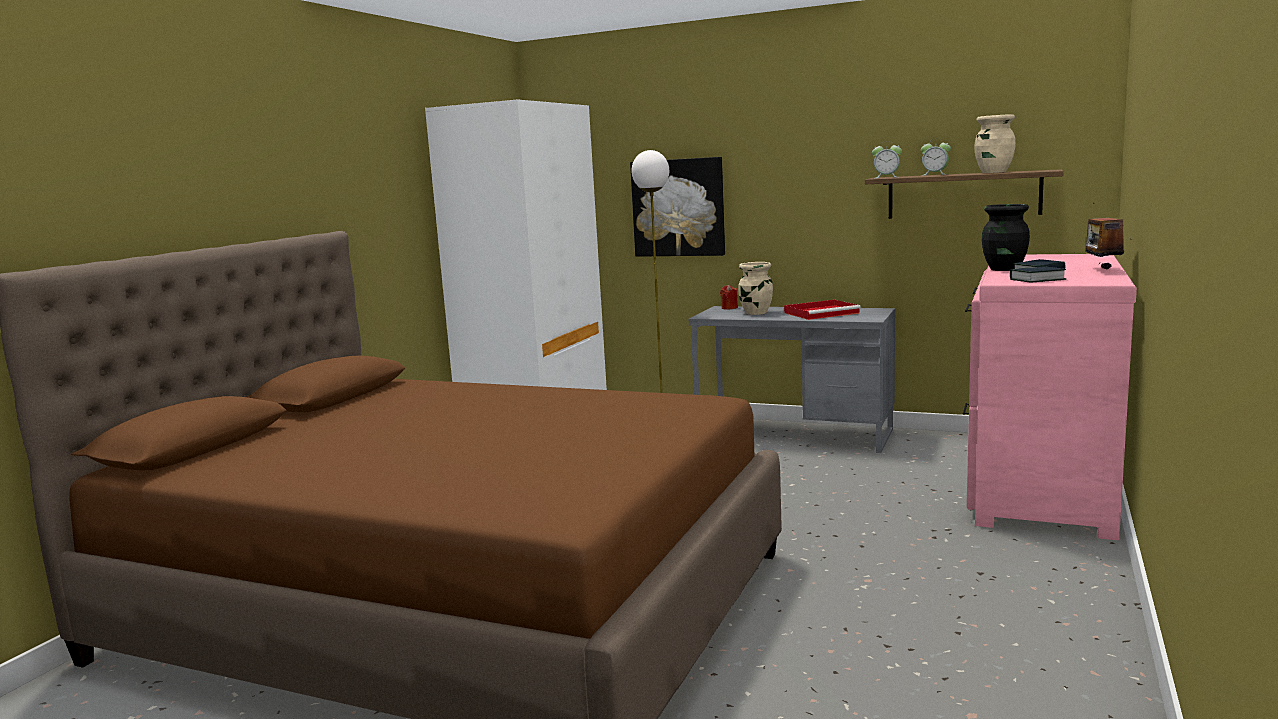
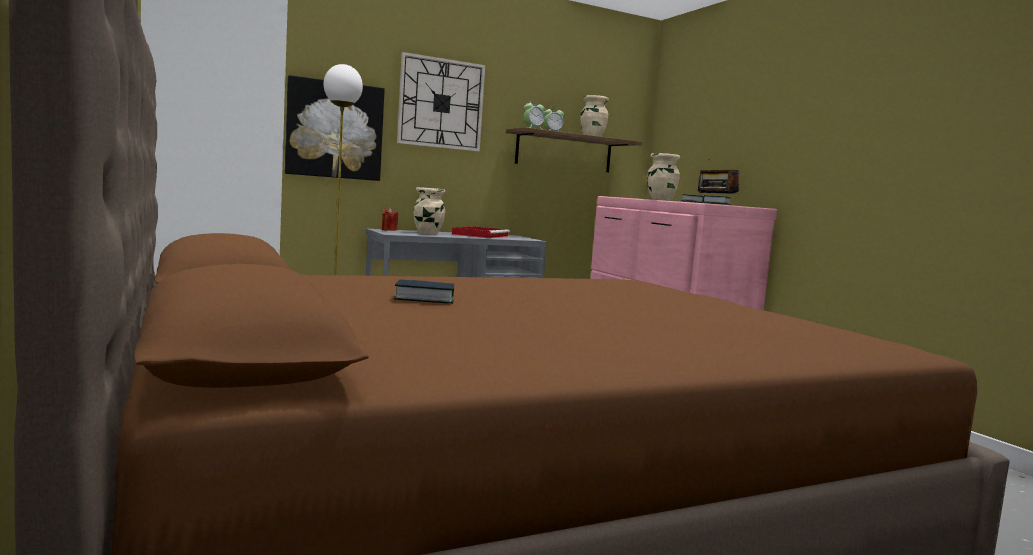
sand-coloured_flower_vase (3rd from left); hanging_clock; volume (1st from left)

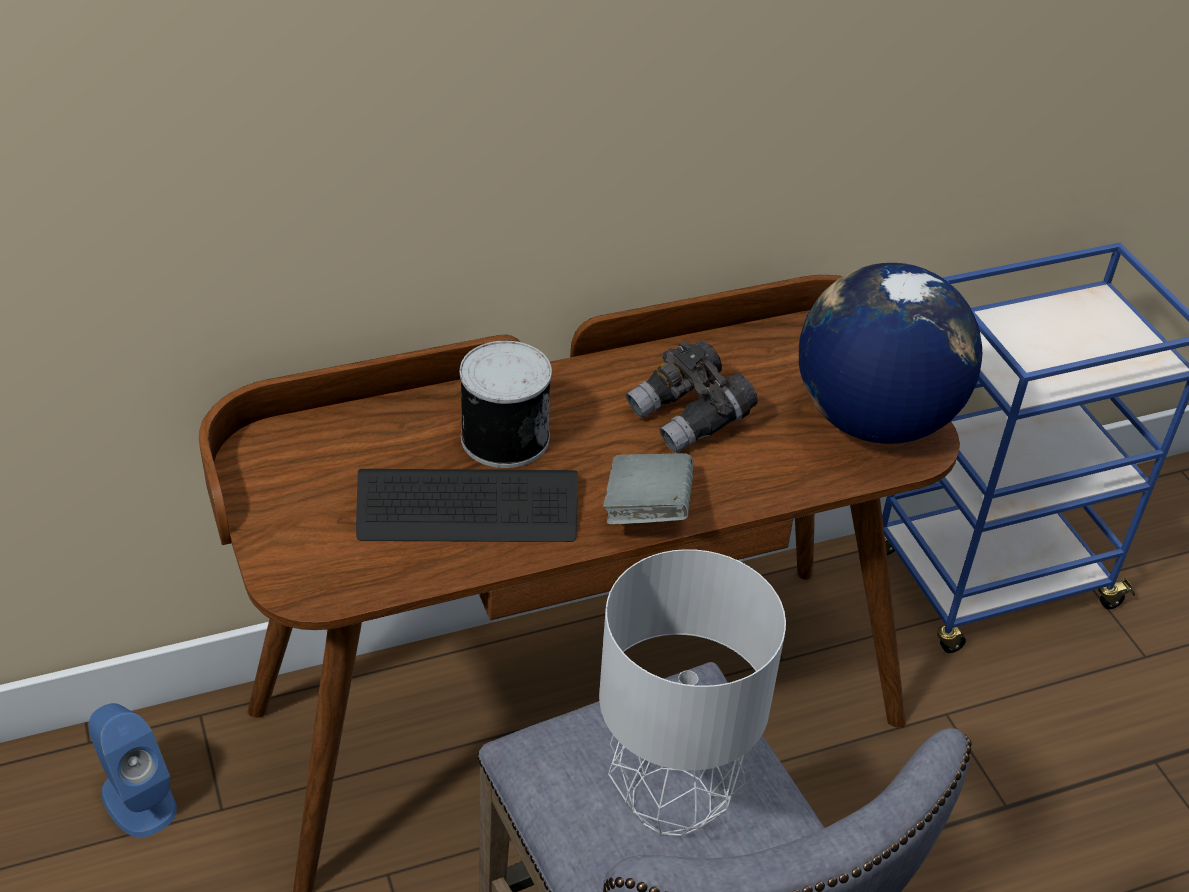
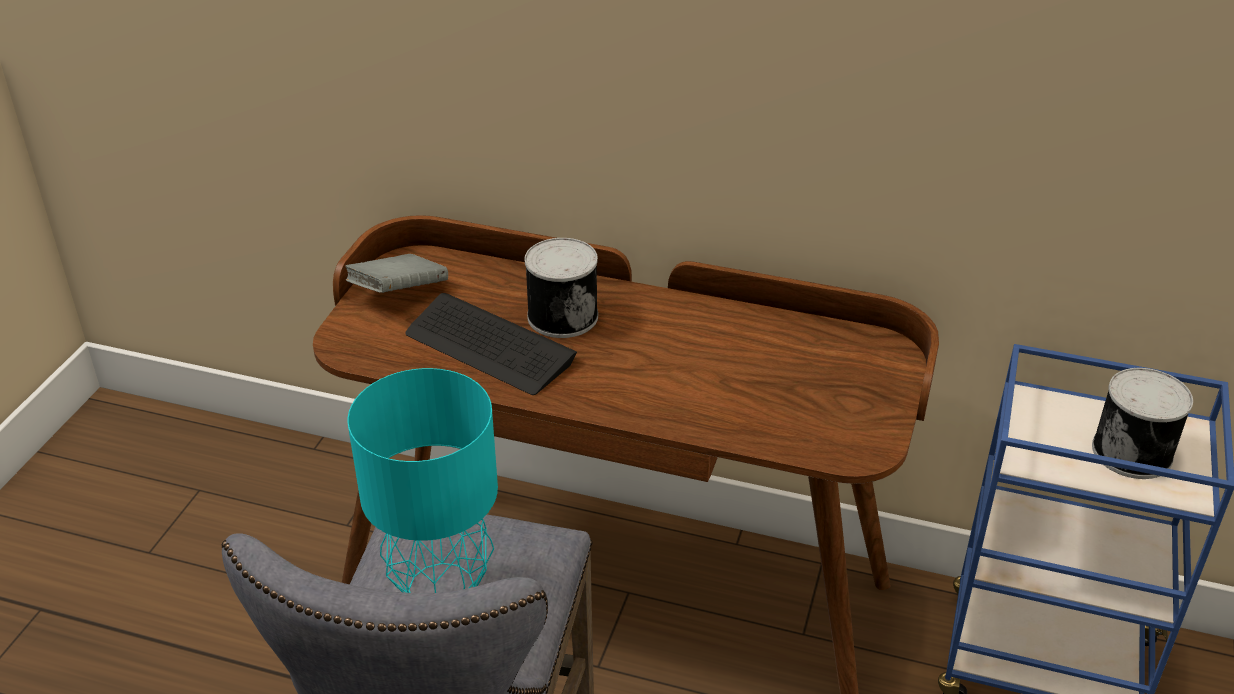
world_globe; grey_binoculars; grey_volume; turquoise_lamp_for_a_table; blue_audio_speaker; sealed_can (2nd from left)

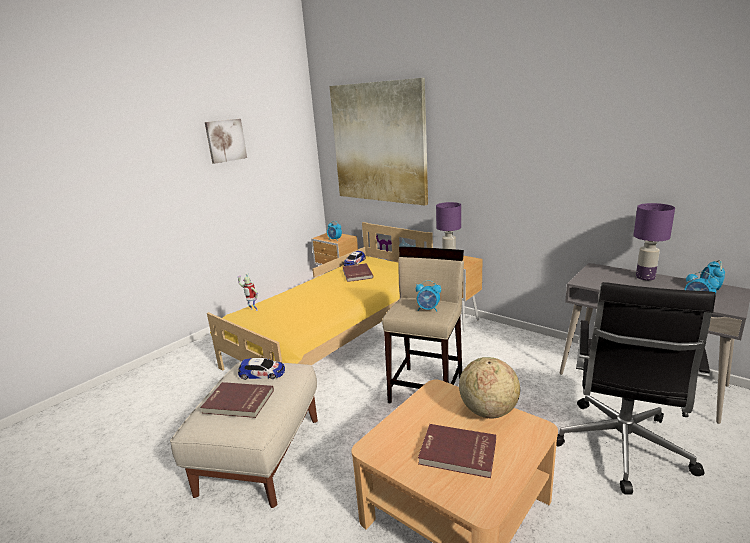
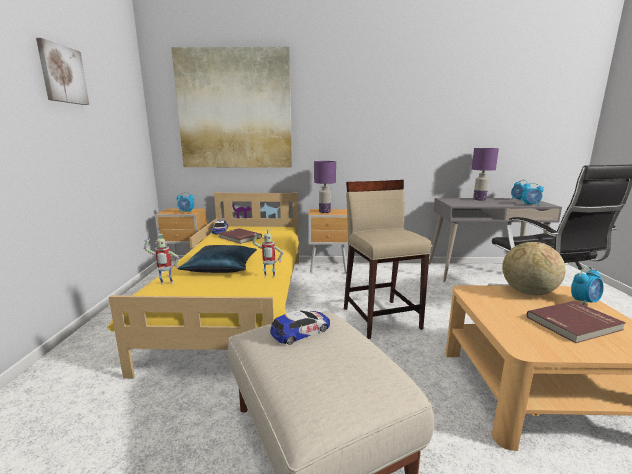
bedside_clock (4th from left); red-coloured_volume (1st from left in the first image); toy_robot (2nd from left); blue_cushion

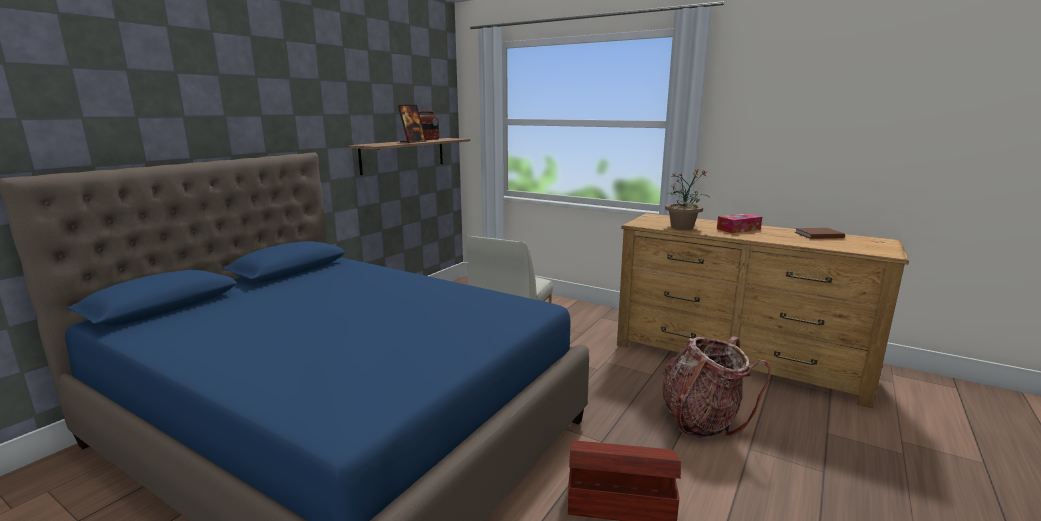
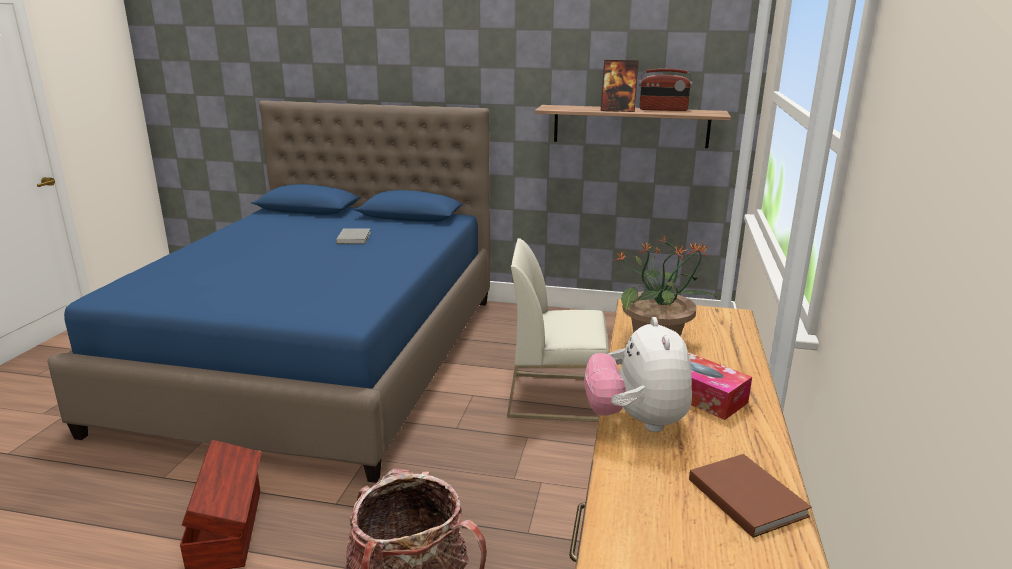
grey_volume; cuddly_toy

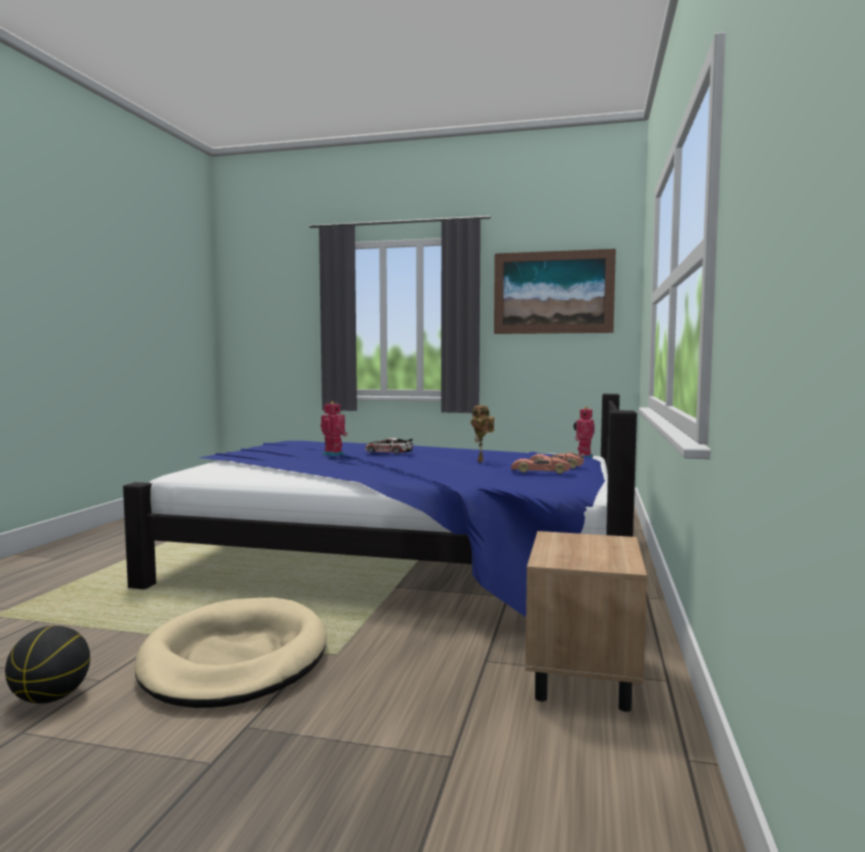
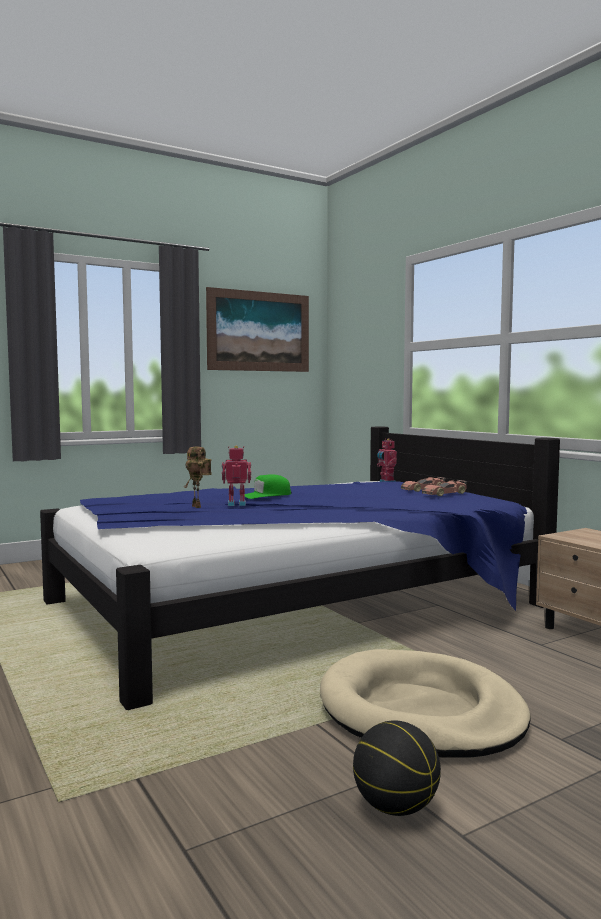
toy_robot (1st from left); green_peaked_cap

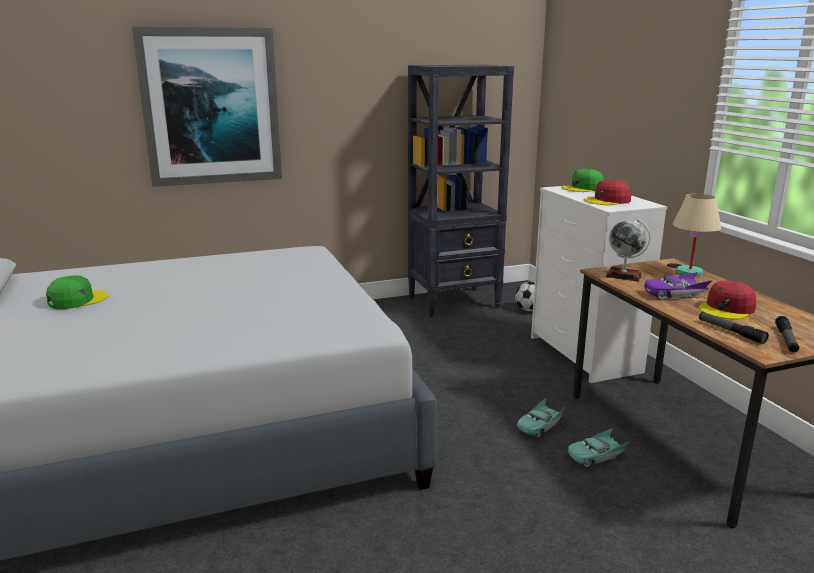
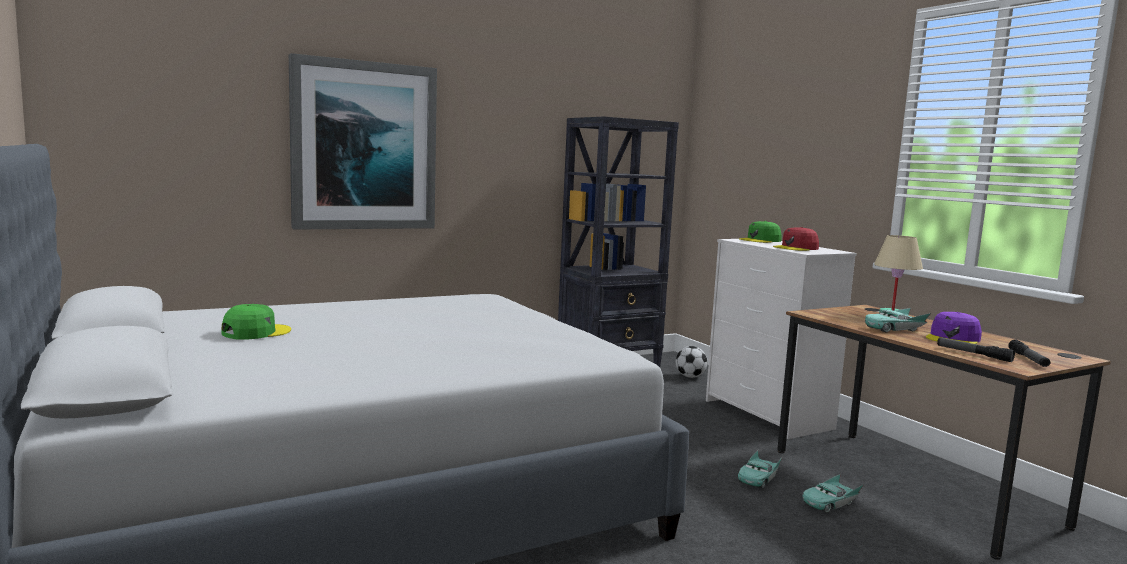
world_globe; turquoise_miniature_car (3rd from left); purple_peaked_cap

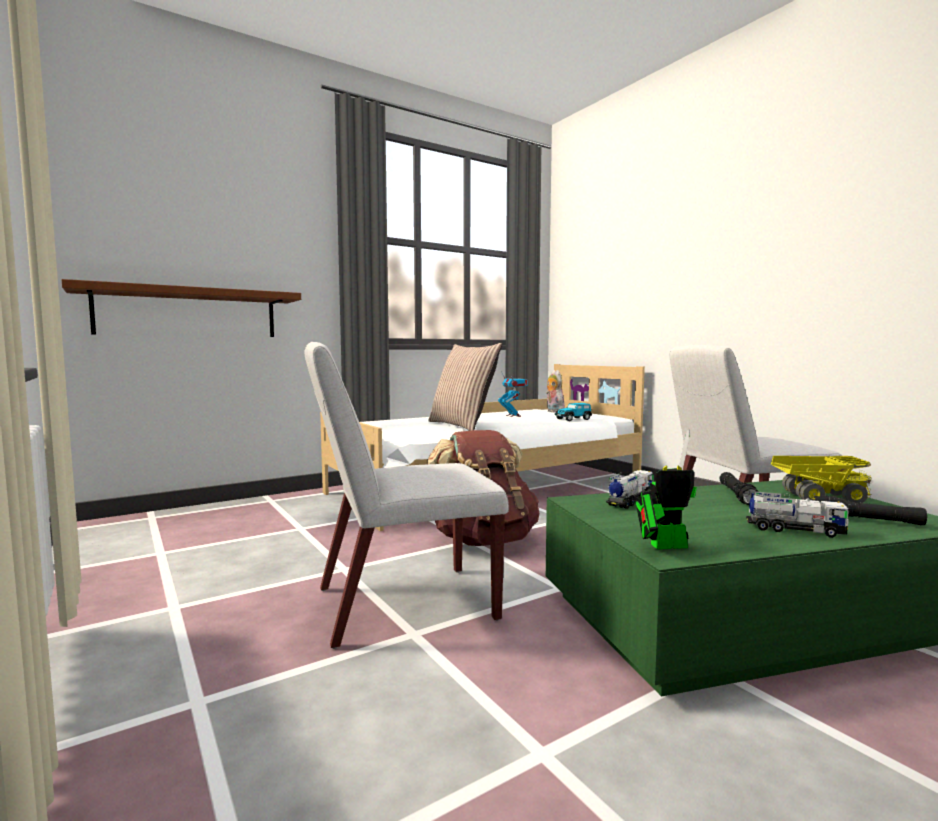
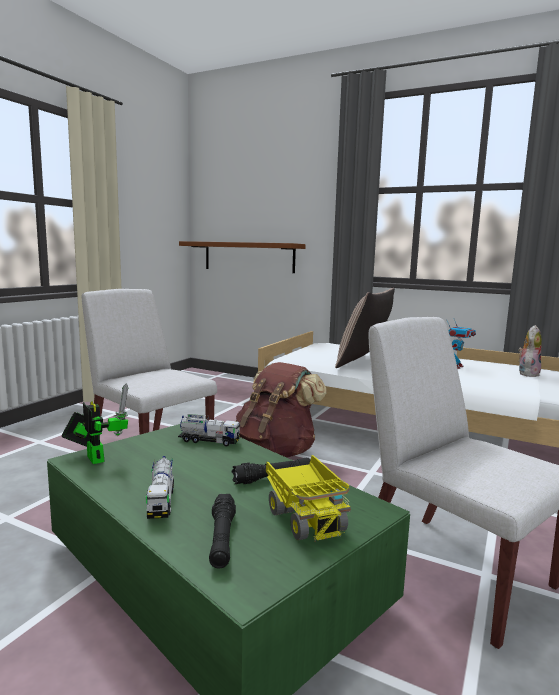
miniature_car

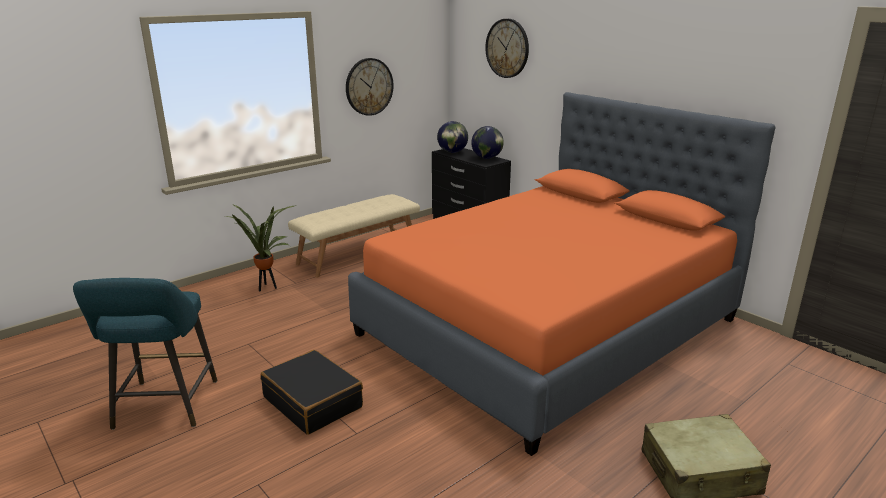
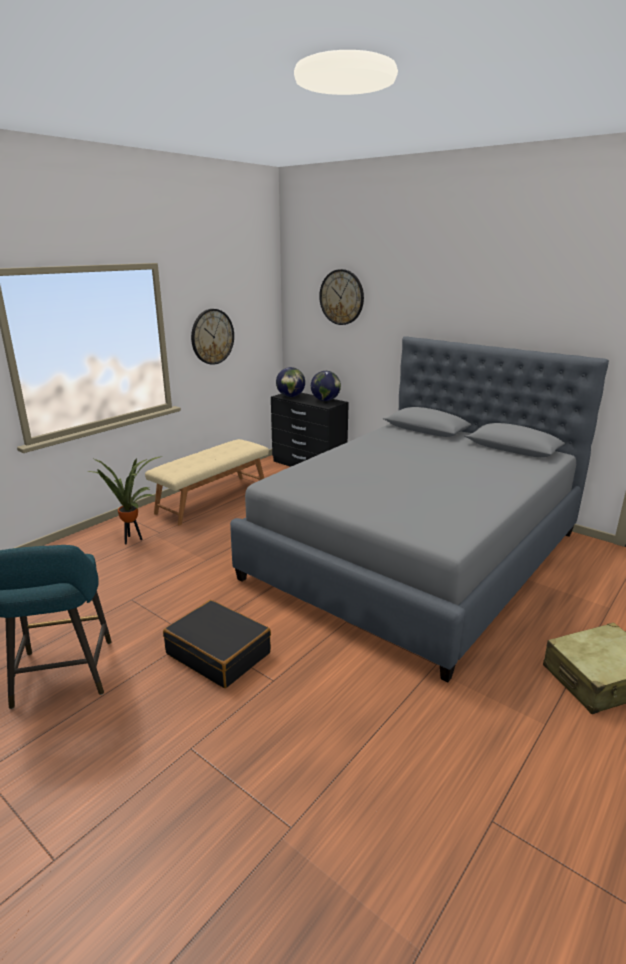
grey_bed

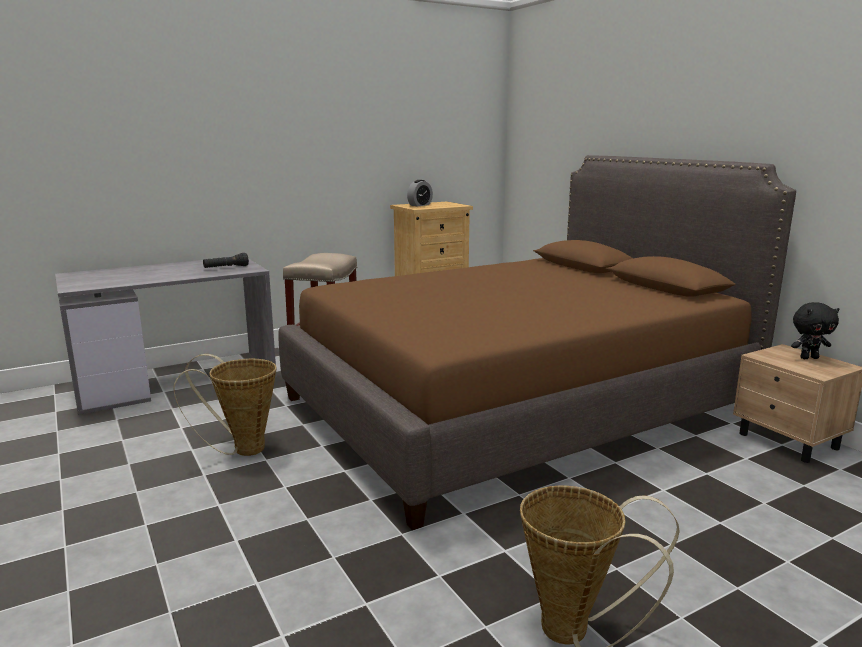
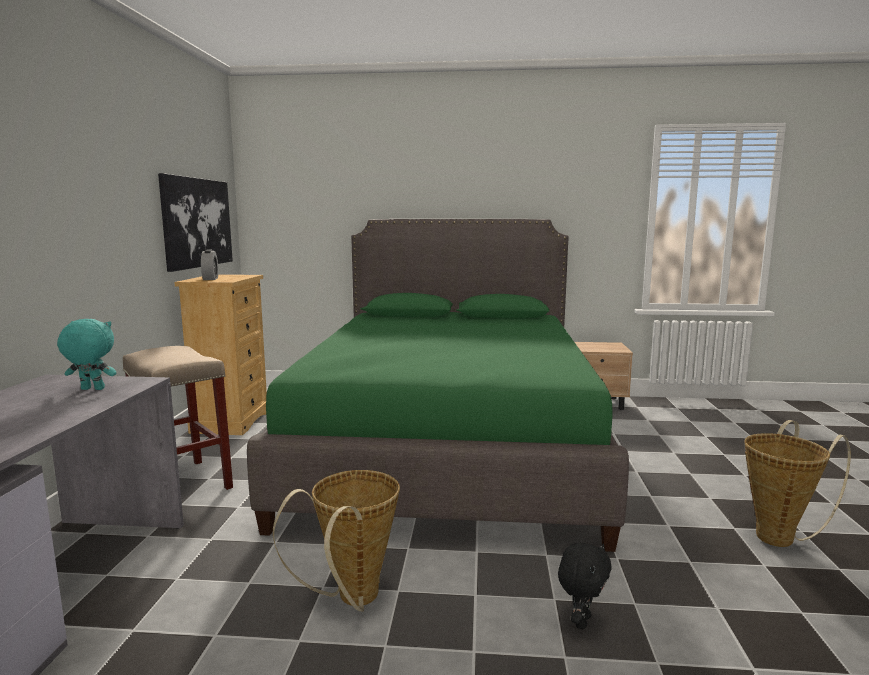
green_bed; turquoise_cuddly_toy; black-coloured_cuddly_toy; picture

